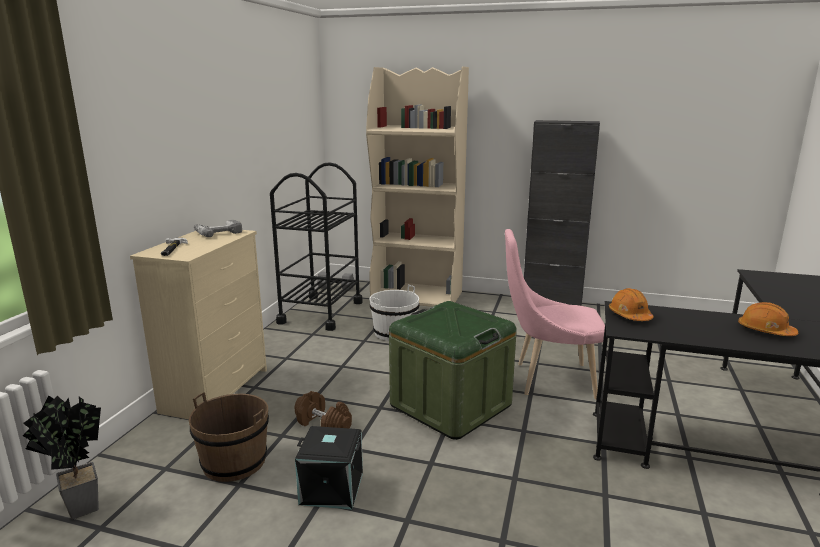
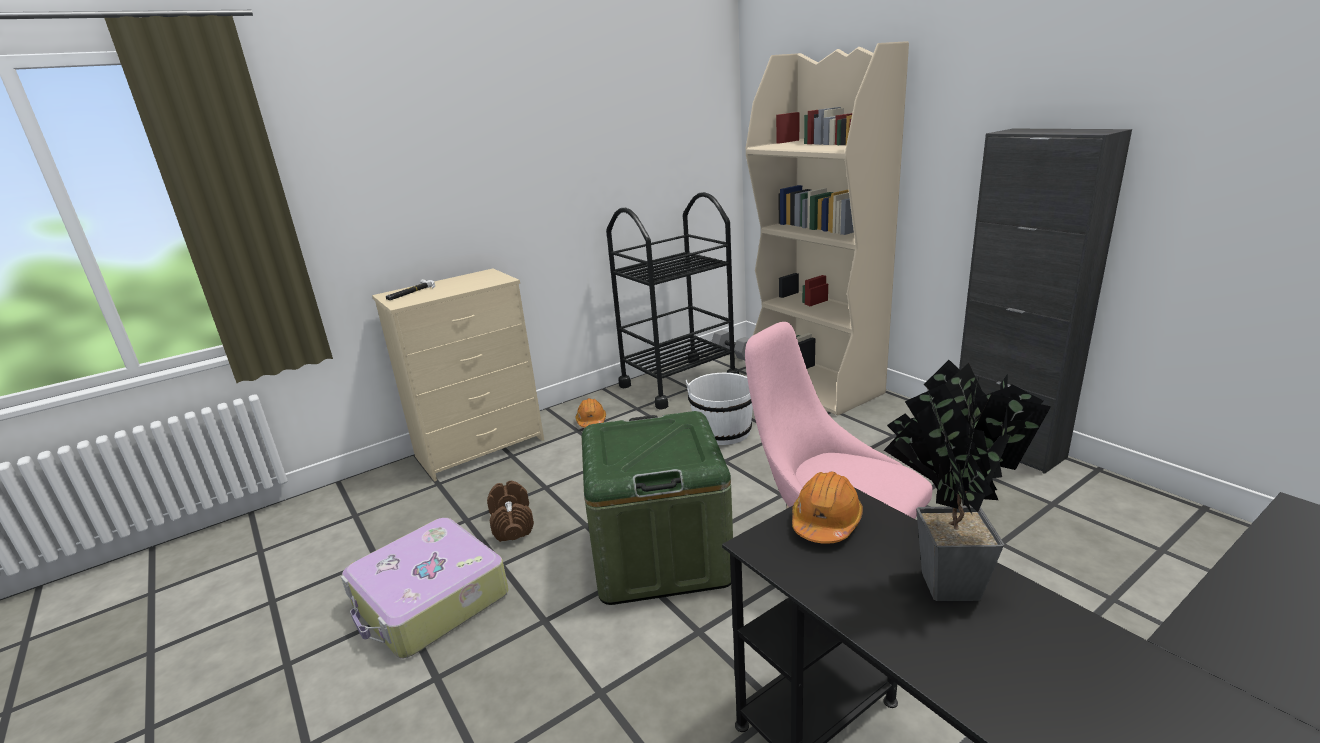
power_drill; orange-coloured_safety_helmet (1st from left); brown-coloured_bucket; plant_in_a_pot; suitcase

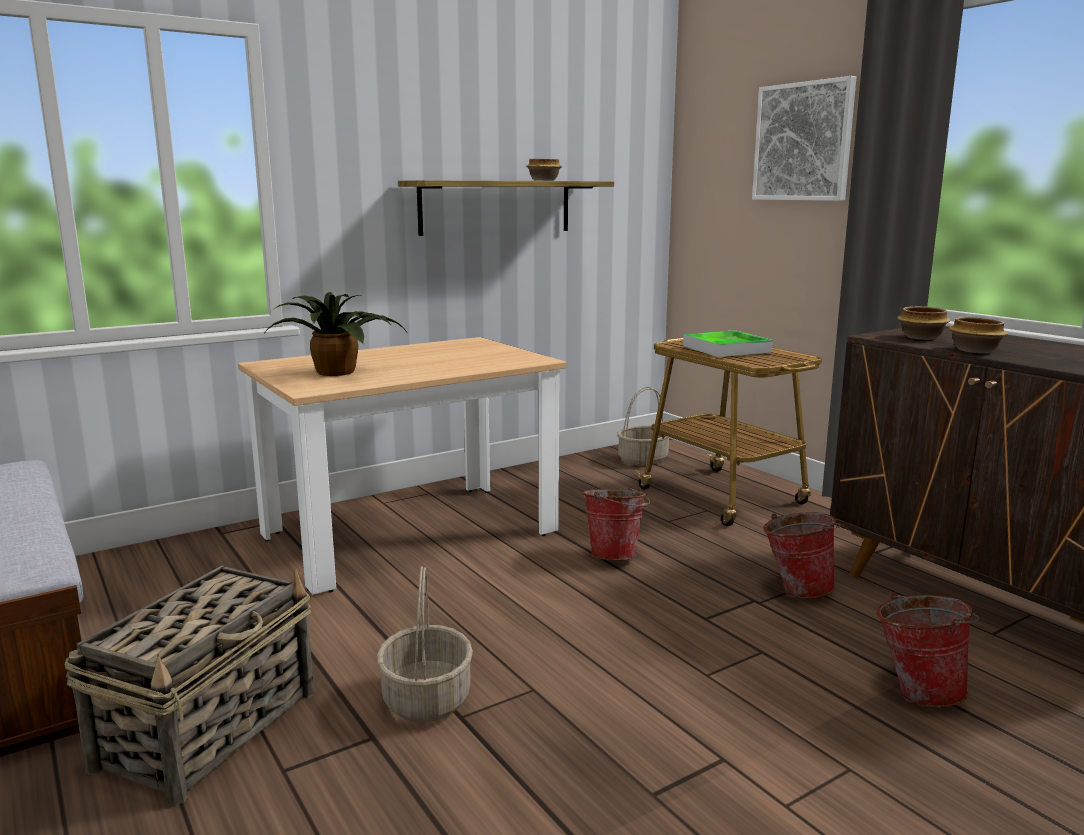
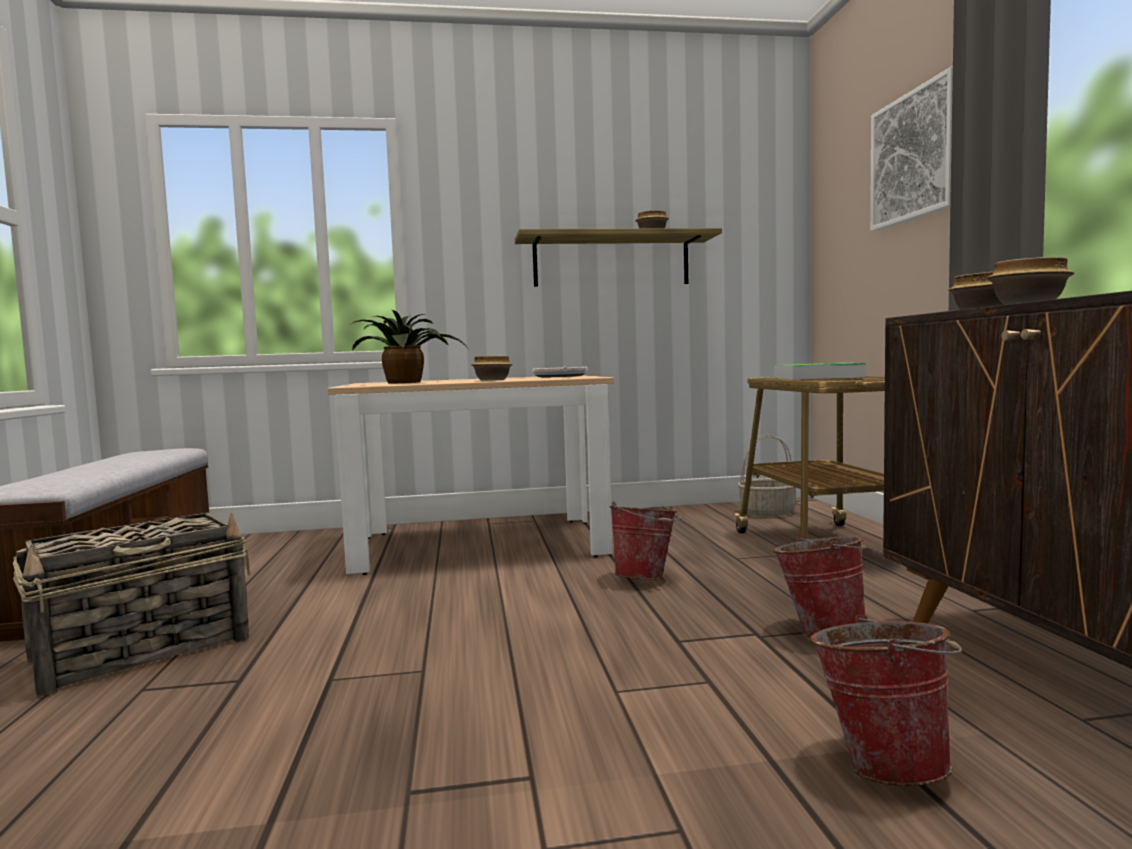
household_basket (2nd from left in the first image); deep_dish (1st from left); pan

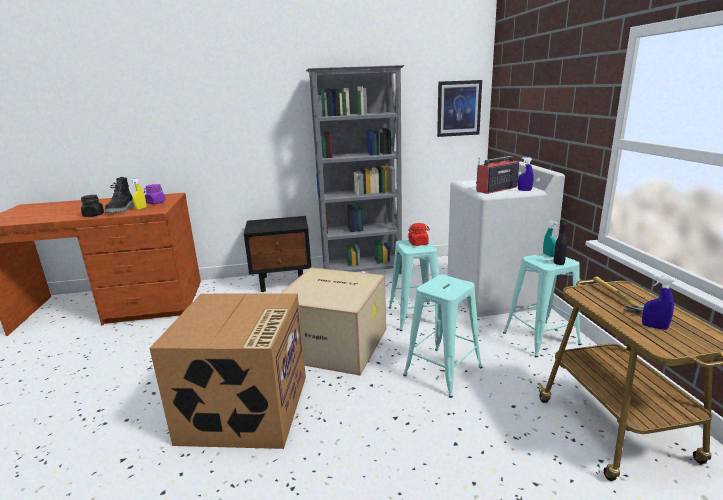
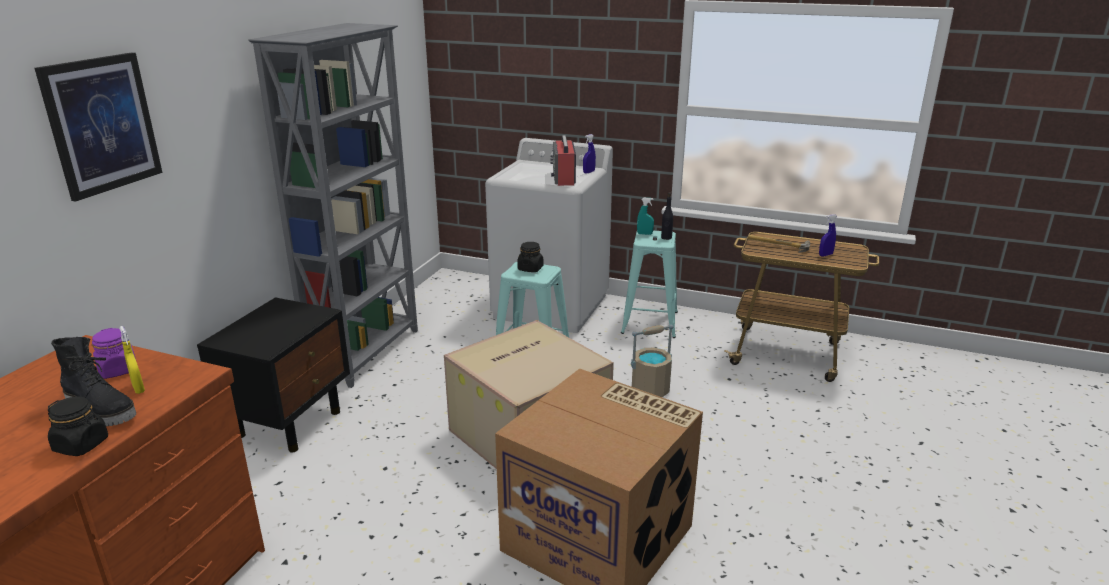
picture; black-coloured_storage_jar (2nd from left); sand-coloured_bucket

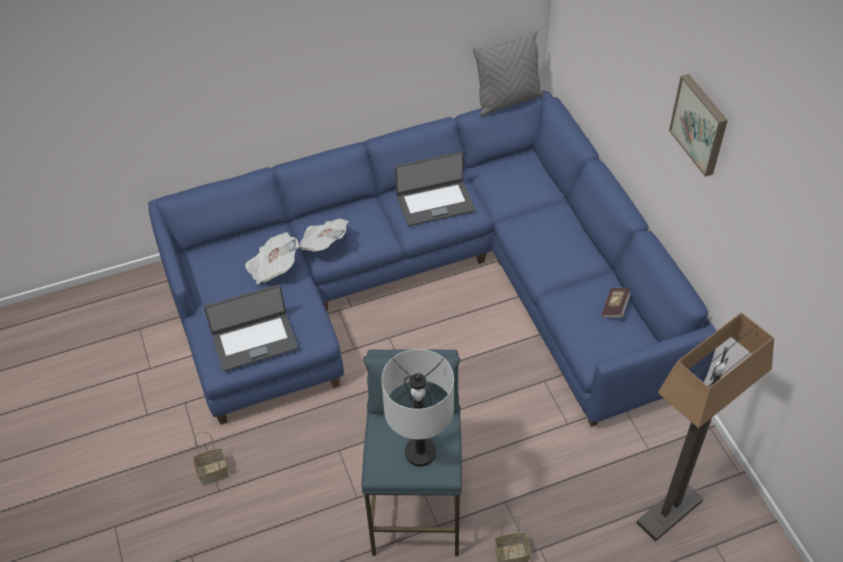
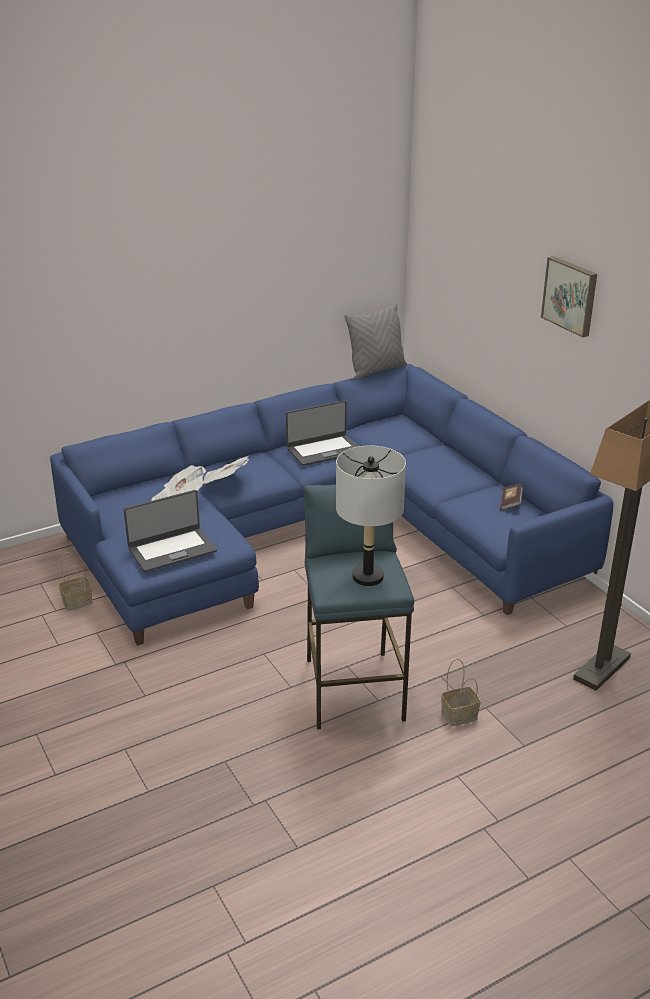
household_basket (1st from left)

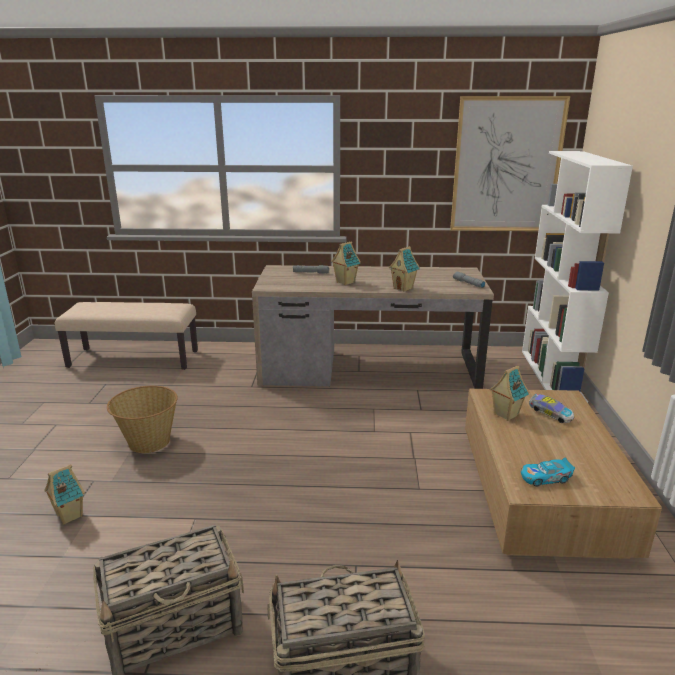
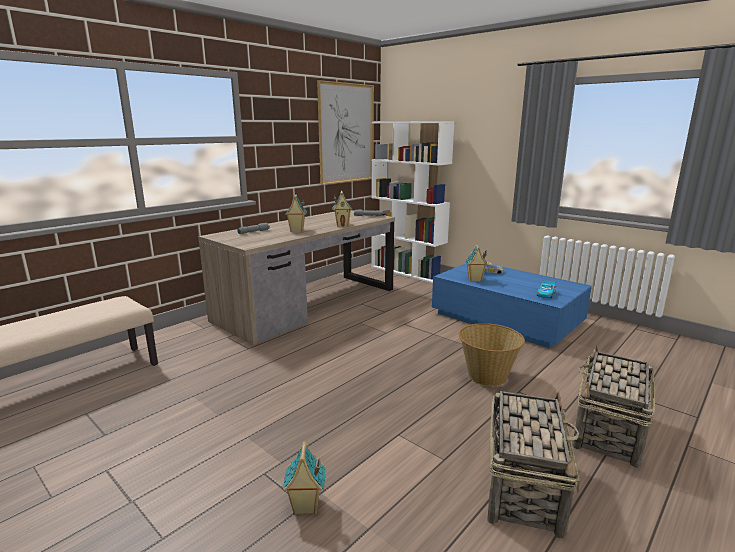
household_basket (1st from left); blue_lounge_table

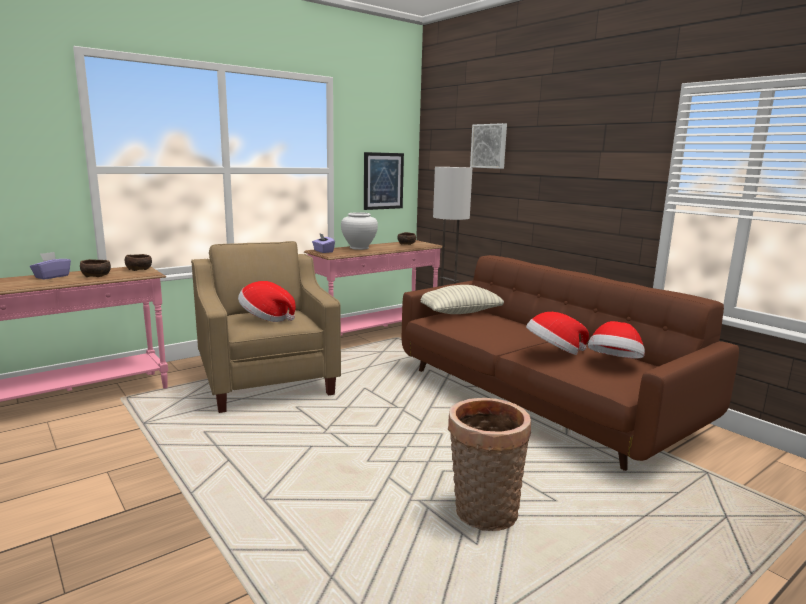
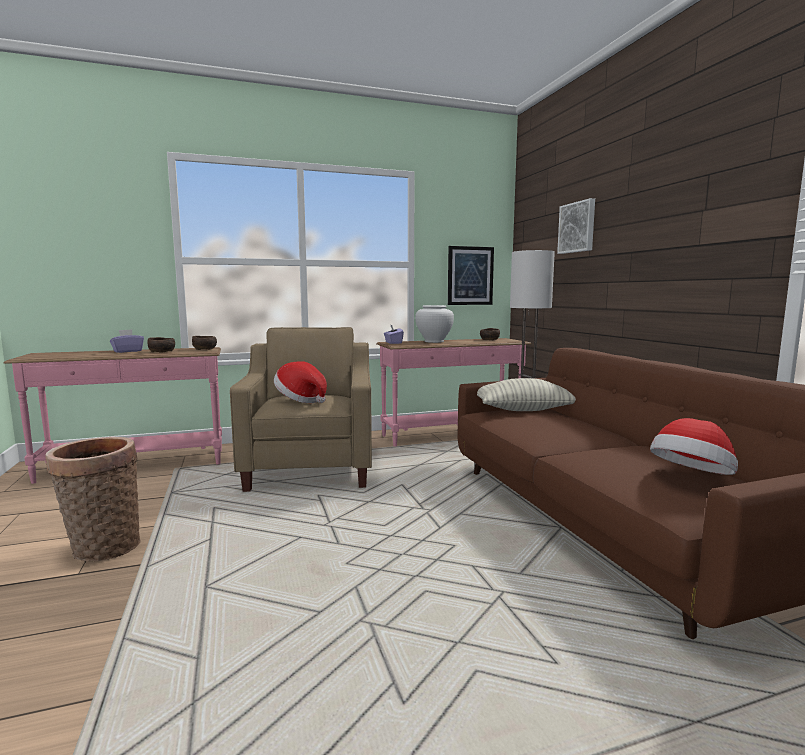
hat (2nd from left in the first image); household_basket

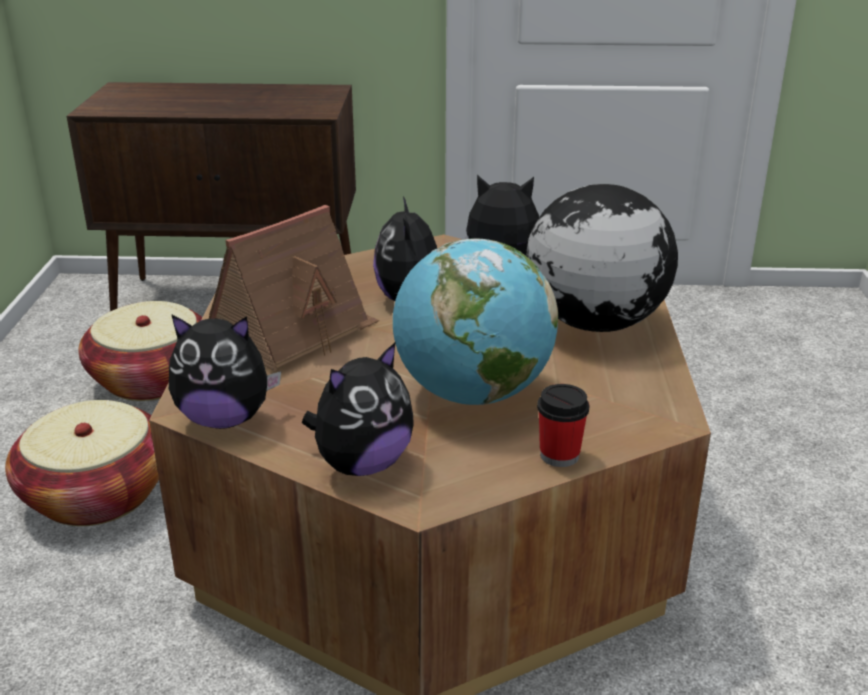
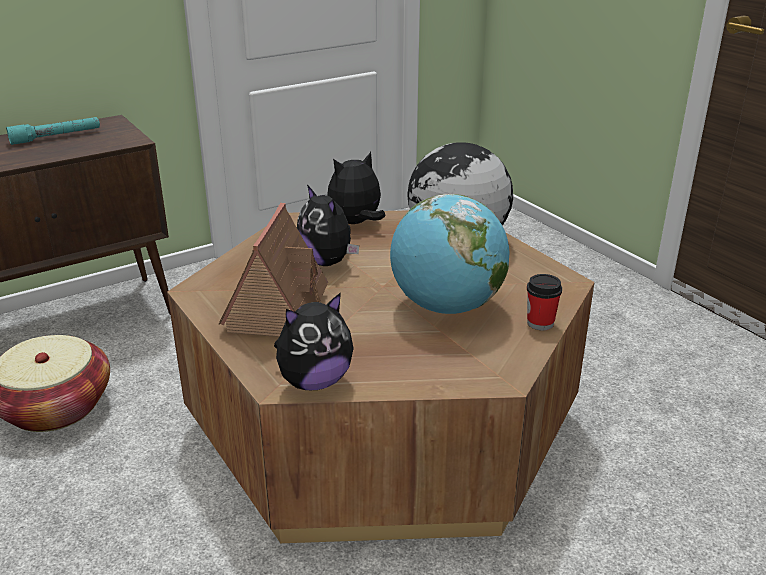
cuddly_toy (2nd from left in the first image); household_basket (1st from left in the first image); turquoise_hand_torch

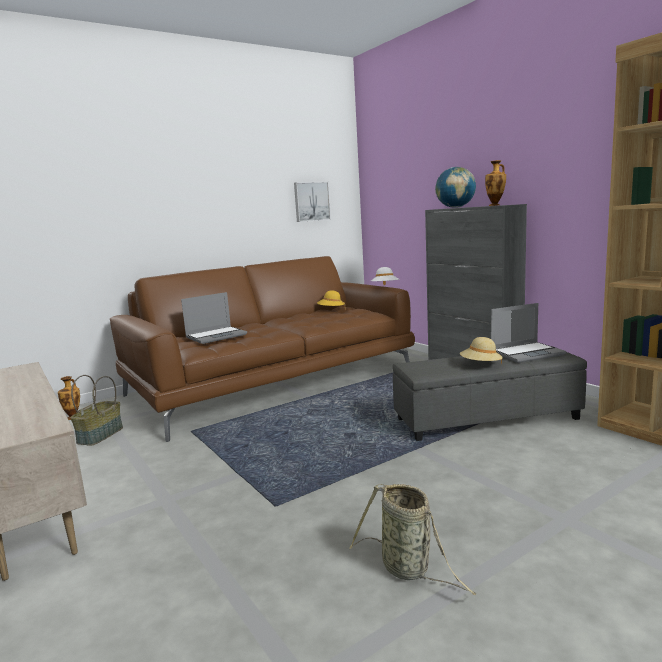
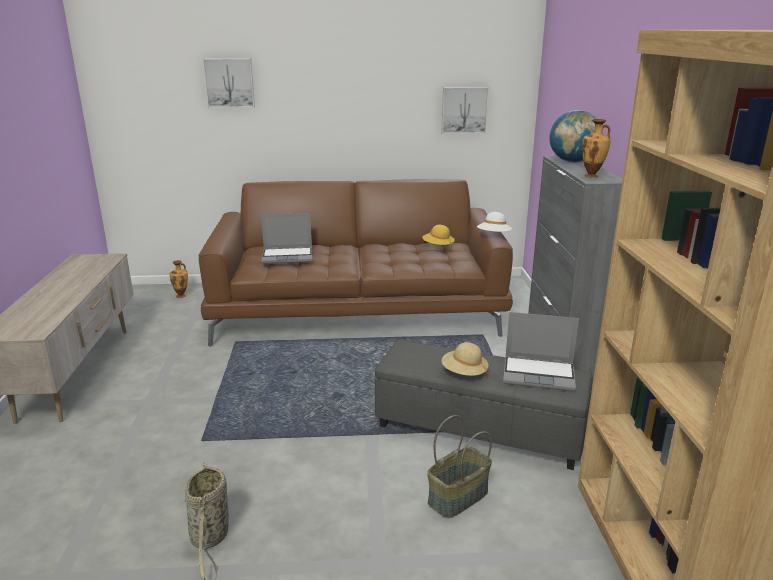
household_basket (2nd from left); picture (1st from left)

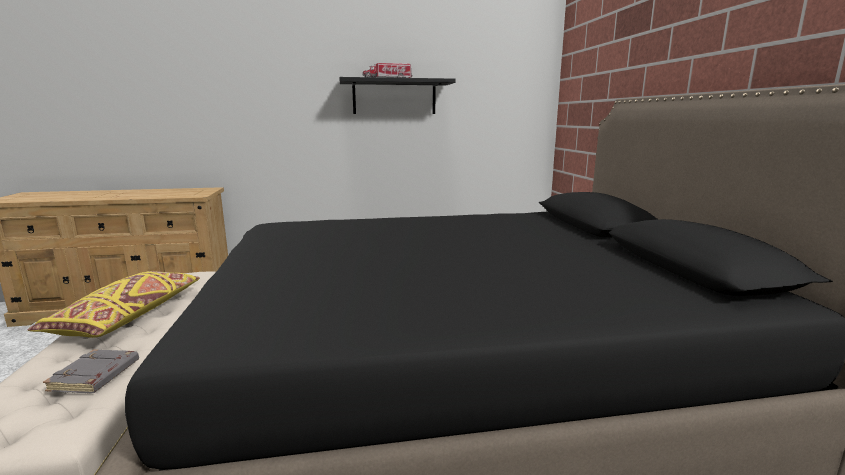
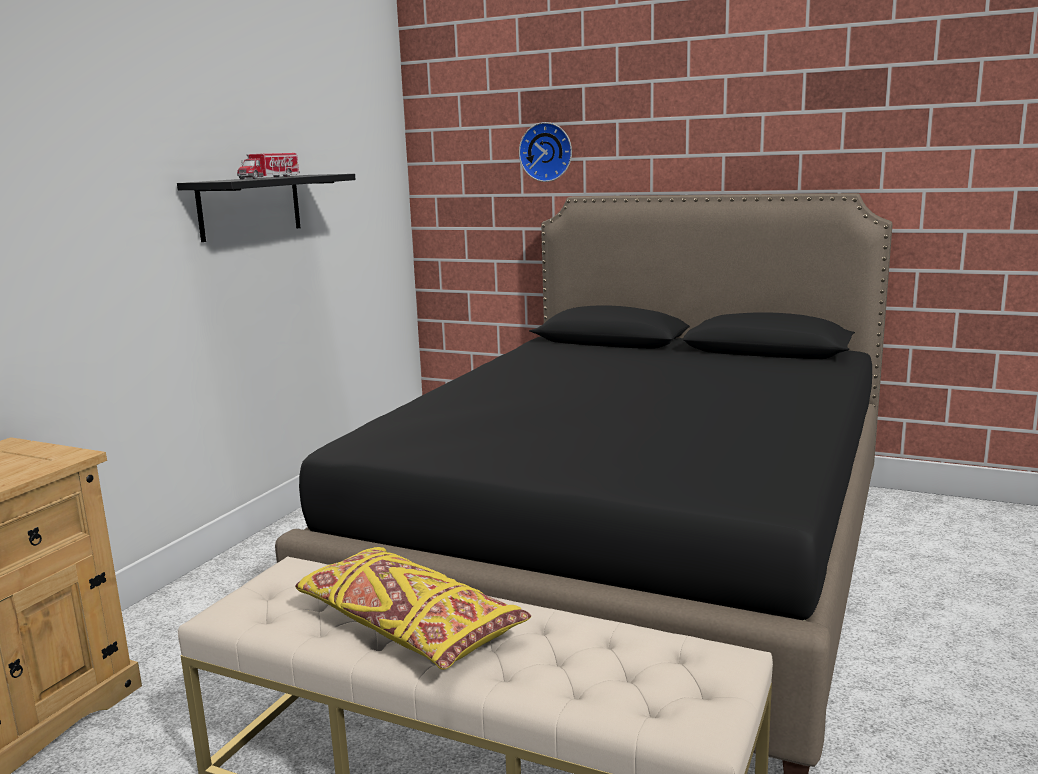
grey_volume; hanging_clock

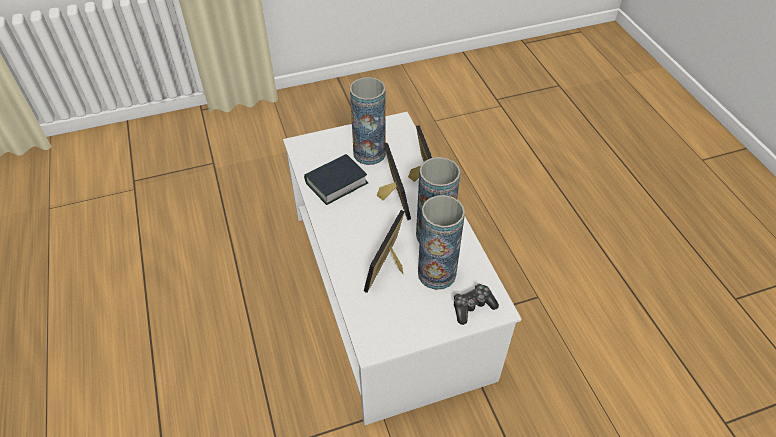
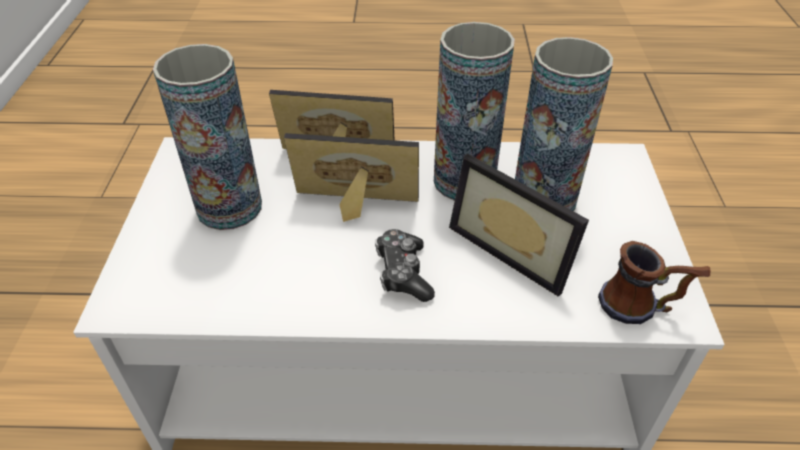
volume; game_controller; mug

